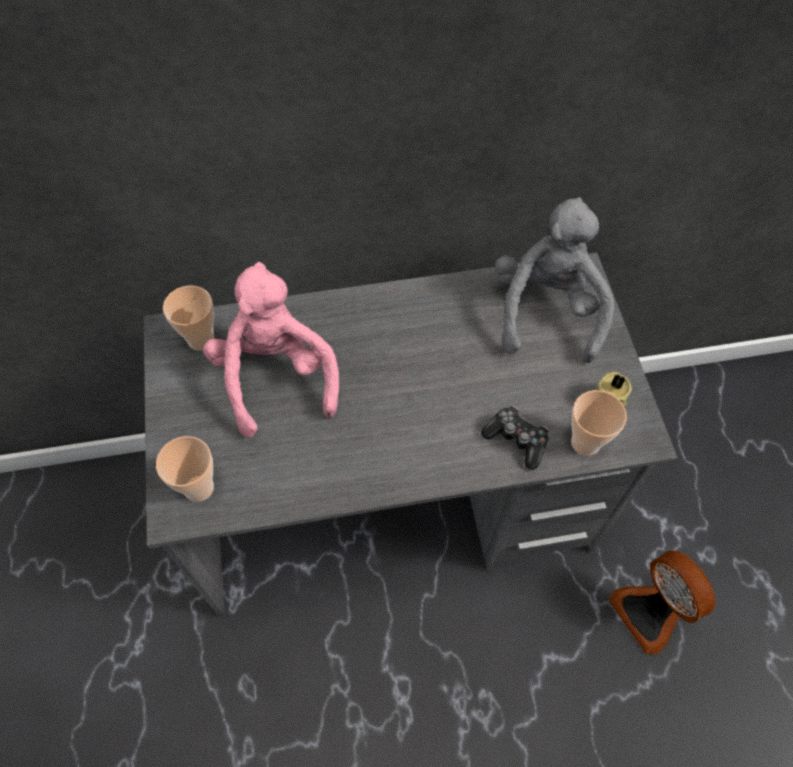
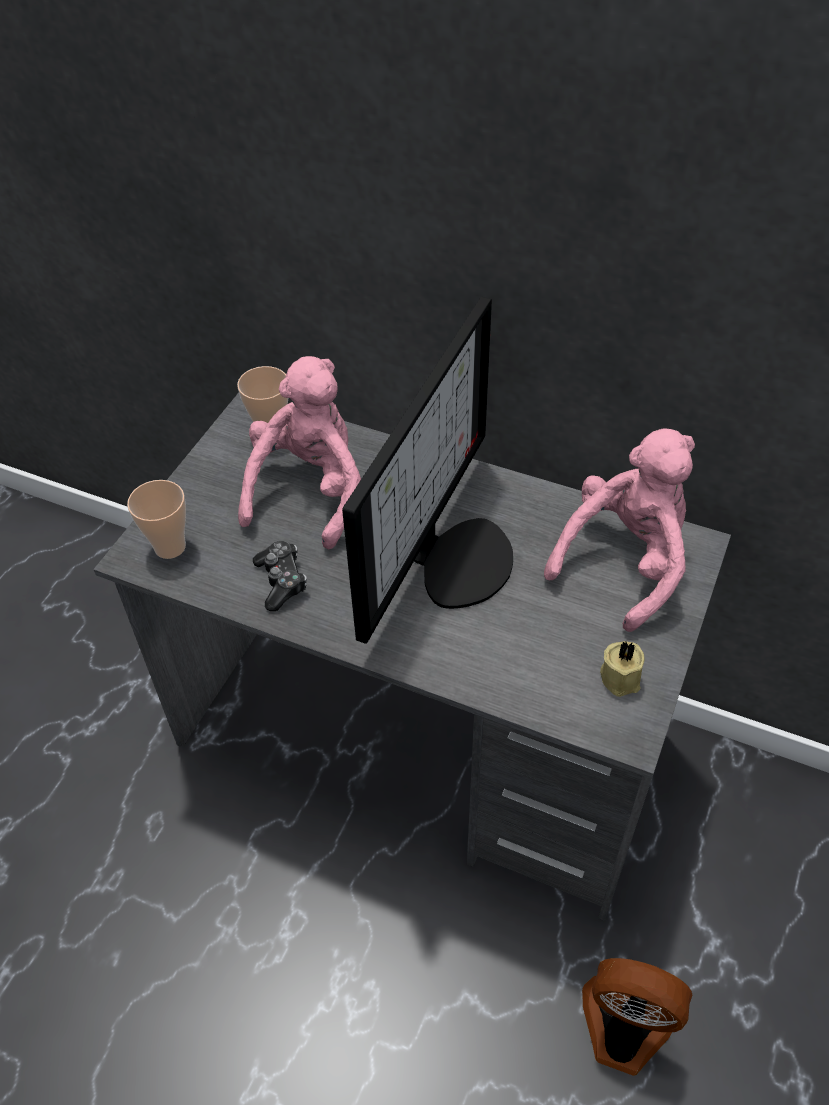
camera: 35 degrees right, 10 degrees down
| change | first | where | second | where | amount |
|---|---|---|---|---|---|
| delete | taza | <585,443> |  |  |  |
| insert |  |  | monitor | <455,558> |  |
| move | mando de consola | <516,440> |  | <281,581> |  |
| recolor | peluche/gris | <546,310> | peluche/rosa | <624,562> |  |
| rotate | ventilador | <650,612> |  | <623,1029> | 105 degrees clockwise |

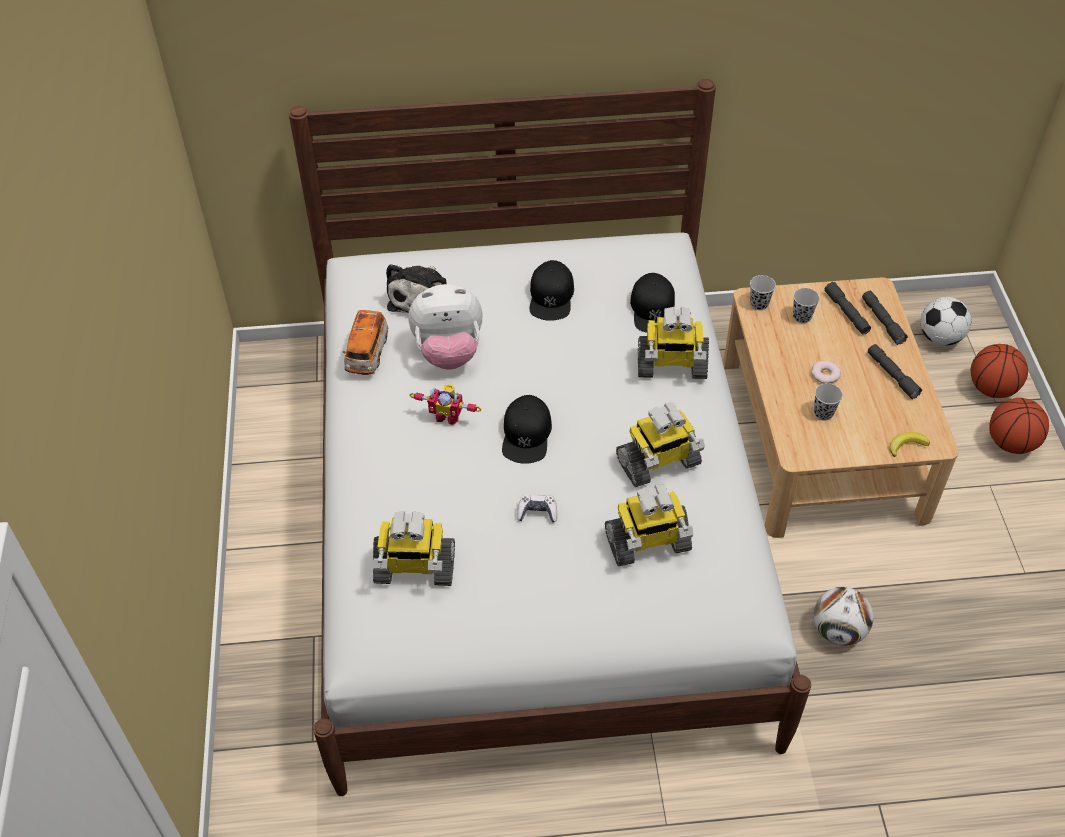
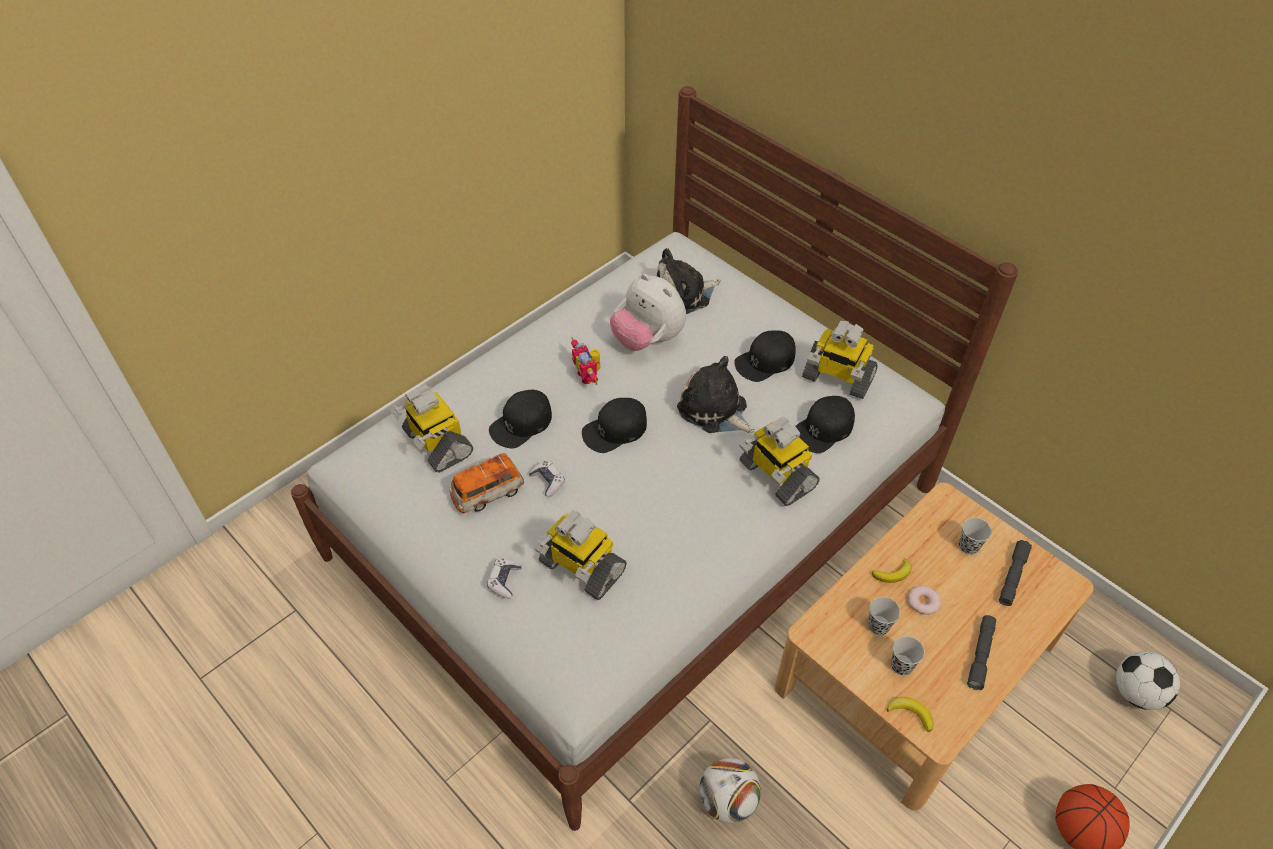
camera: 50 degrees right, 0 degrees up
| change | first | where | second | where | amount |
|---|---|---|---|---|---|
| delete | linterna/gris | <882,321> |  |  |  |
| delete | balón de baloncesto | <992,389> |  |  |  |
| insert |  |  | mando de consola | <504,581> |  |
| insert |  |  | gorra/negro | <521,423> |  |
| insert |  |  | peluche | <715,410> |  |
| insert |  |  | plátano | <893,573> |  |
| move | coche de juguete | <367,353> |  | <487,493> |  |
| move | robot de juguete | <658,463> |  | <837,378> |  |
| move | taza/negro | <759,304> |  | <901,665> |  |

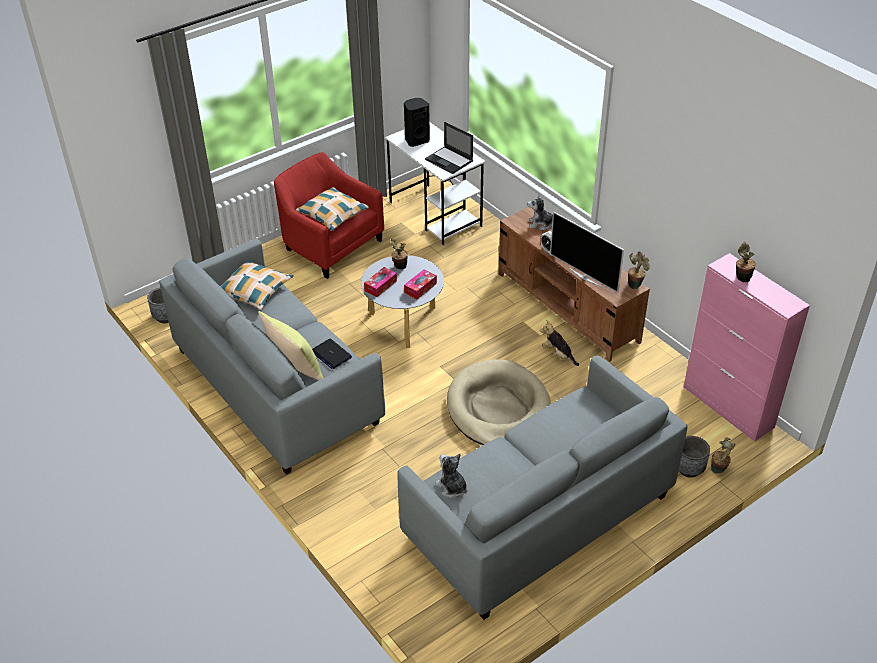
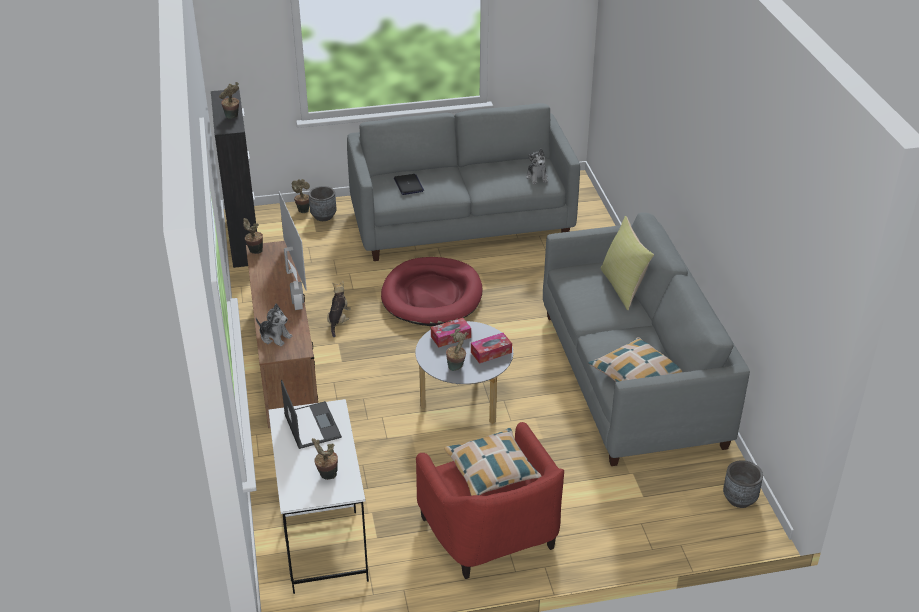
camera: 155 degrees left, 5 degrees down
| change | first | where | second | where | amount |
|---|---|---|---|---|---|
| move | portátil | <331,354> |  | <408,185> |  |
| replace | altavoz/negro | <416,140> | planta en maceta | <326,475> |  |
| recolor | cama para perro/beis | <499,409> | cama para perro/rojo | <432,296> |  |
| recolor | armario/rosa | <728,407> | armario/negro | <244,241> |  |
| rotate | peluche | <558,354> |  | <338,321> | 150 degrees counterclockwise |

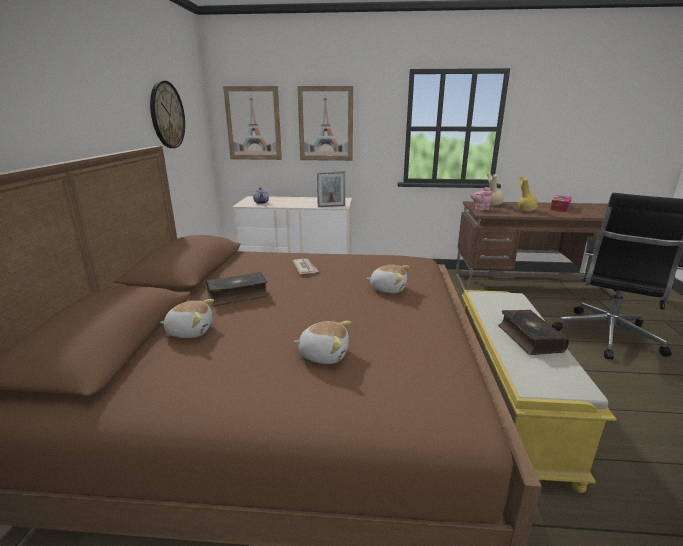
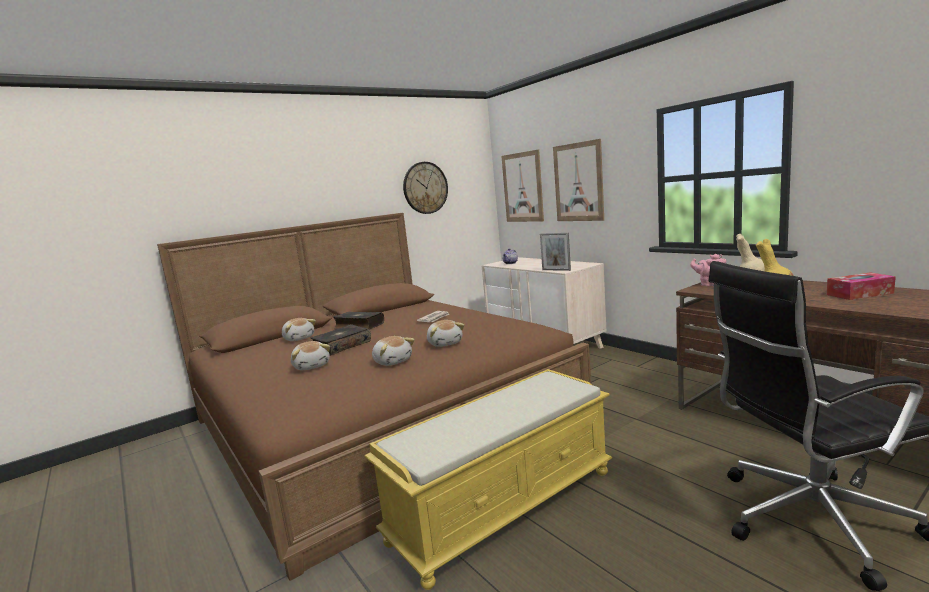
camera: 50 degrees right, 10 degrees down
| change | first | where | second | where | amount |
|---|---|---|---|---|---|
| insert |  |  | peluche | <393,361> |  |
| move | libro | <528,338> |  | <341,346> |  |

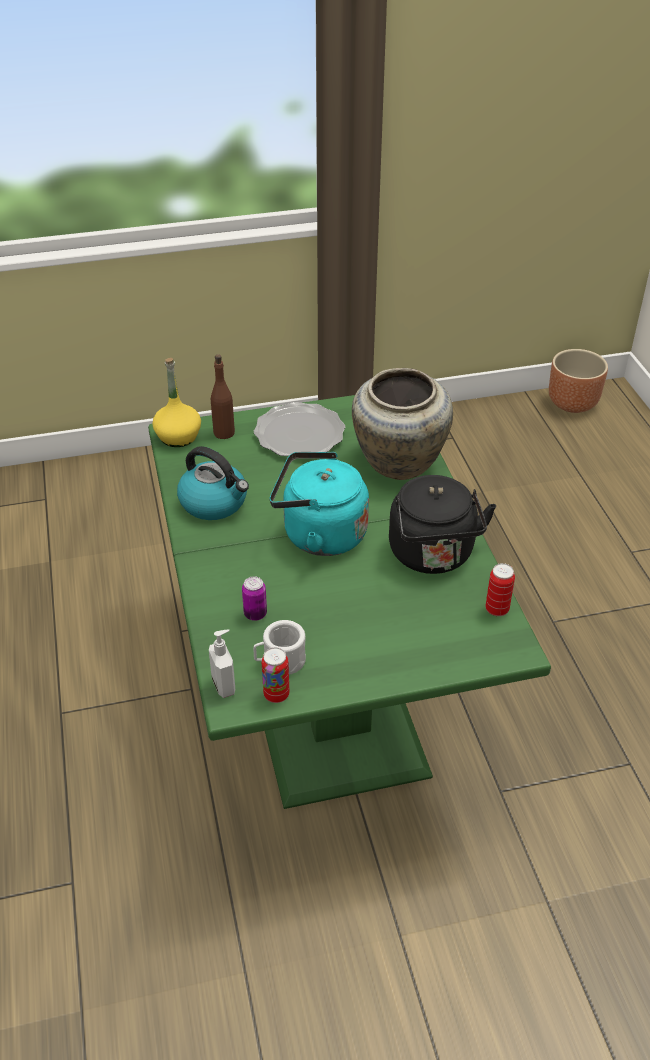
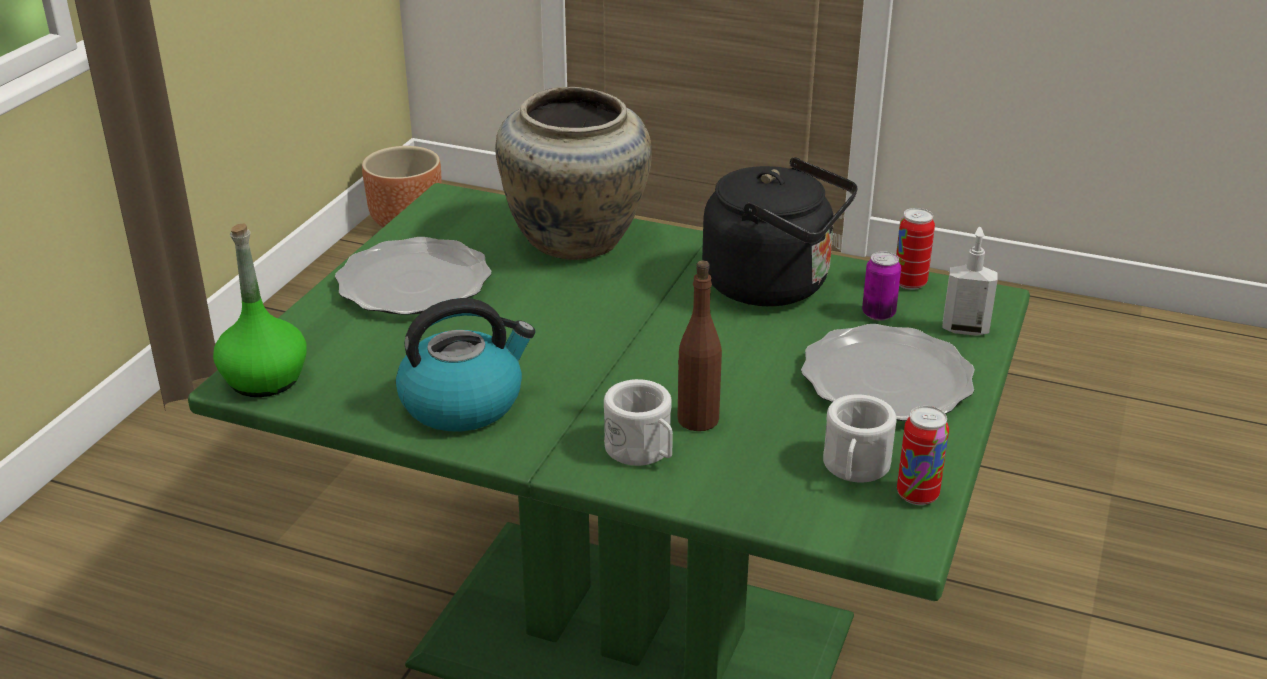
camera: 55 degrees left, 10 degrees down
| change | first | where | second | where | amount |
|---|---|---|---|---|---|
| delete | hervidor/turquesa | <319,534> |  |  |  |
| insert |  |  | taza grande/blanco | <643,451> |  |
| insert |  |  | plato | <887,379> |  |
| move | dispensador de jabón | <224,685> |  | <965,329> |  |
| move | botella/marrón | <224,432> |  | <697,419> |  |
| move | lata | <255,614> |  | <878,314> |  |
| recolor | botella/amarillo | <178,436> | botella/verde | <264,379> |  |

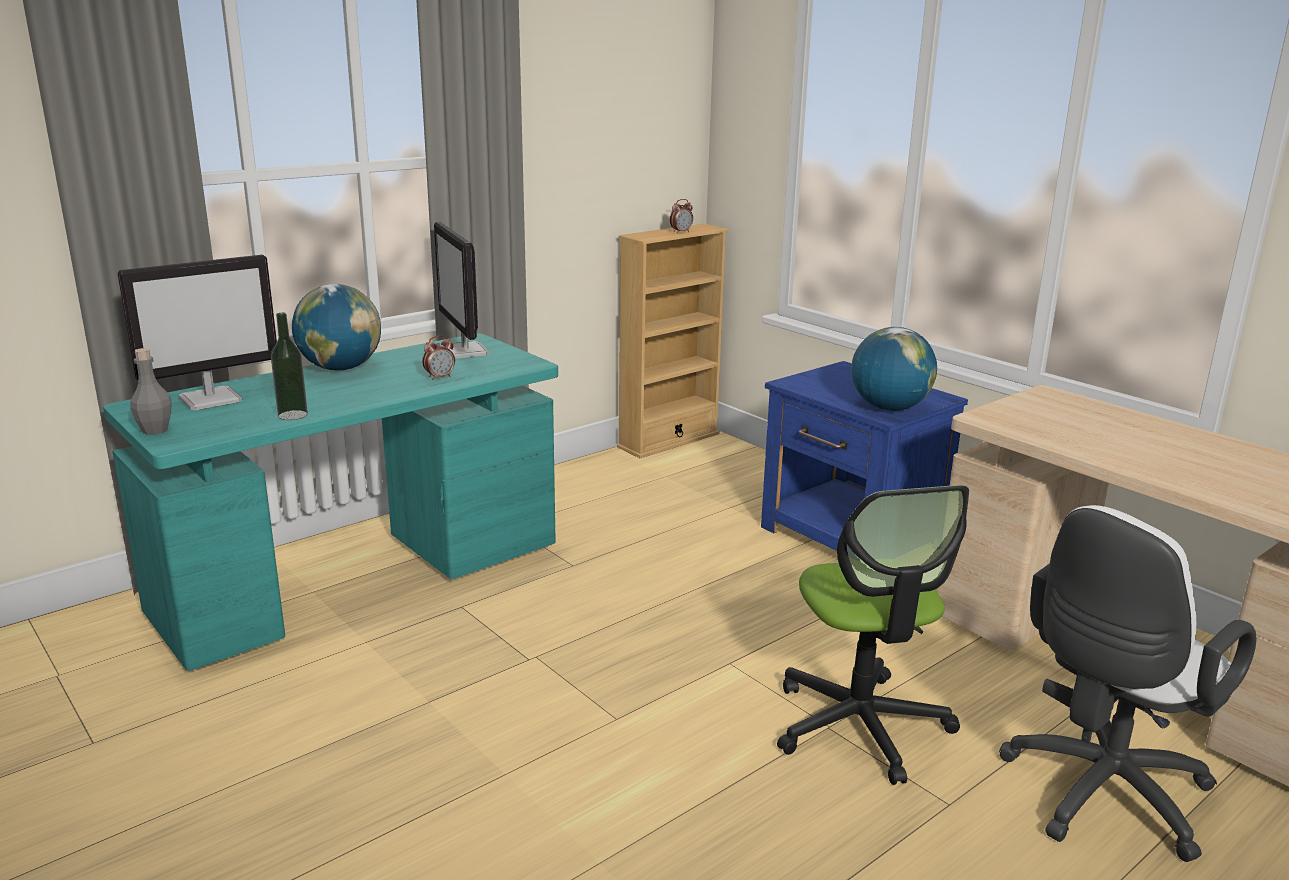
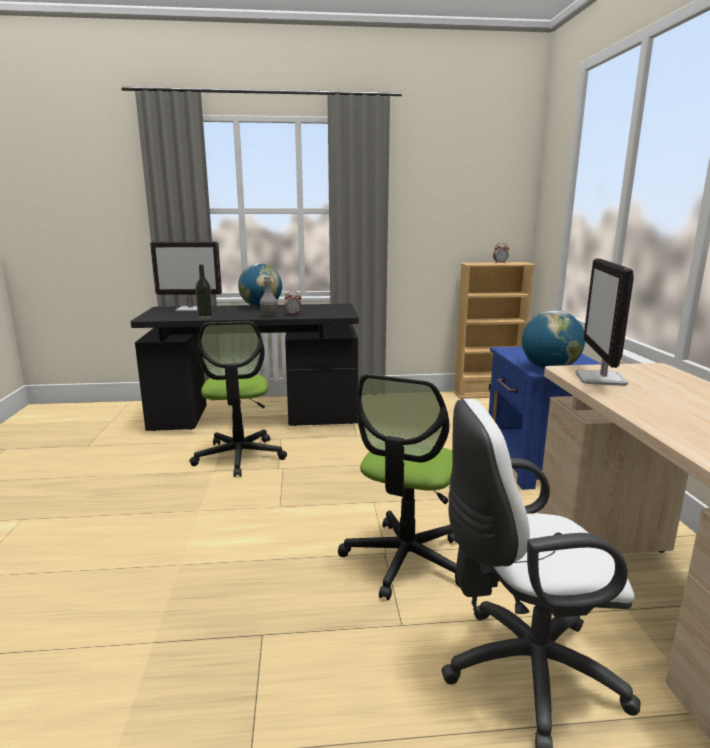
camera: 35 degrees right, 5 degrees down
| change | first | where | second | where | amount |
|---|---|---|---|---|---|
| insert |  |  | silla de oficina | <239,456> |  |
| move | botella/gris | <155,430> |  | <269,316> |  |
| move | monitor | <463,352> |  | <601,379> |  |
| recolor | escritorio/turquesa | <363,580> | escritorio/negro | <256,418> |  |

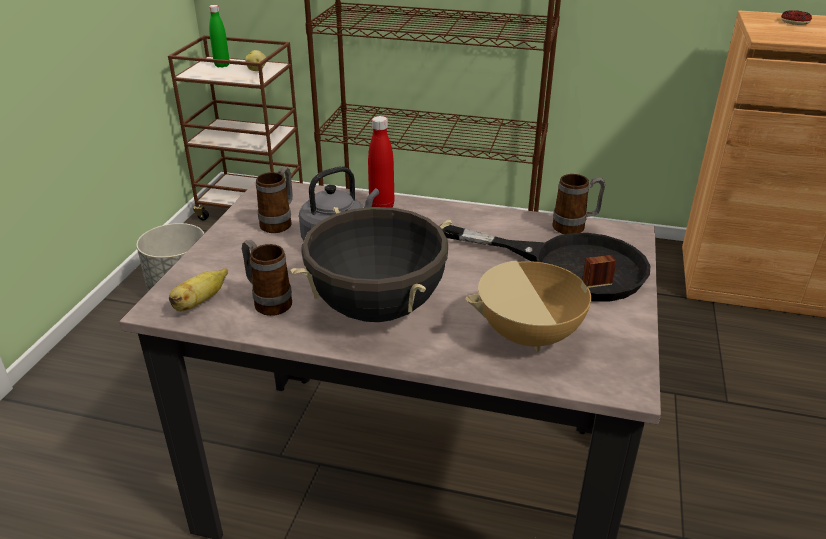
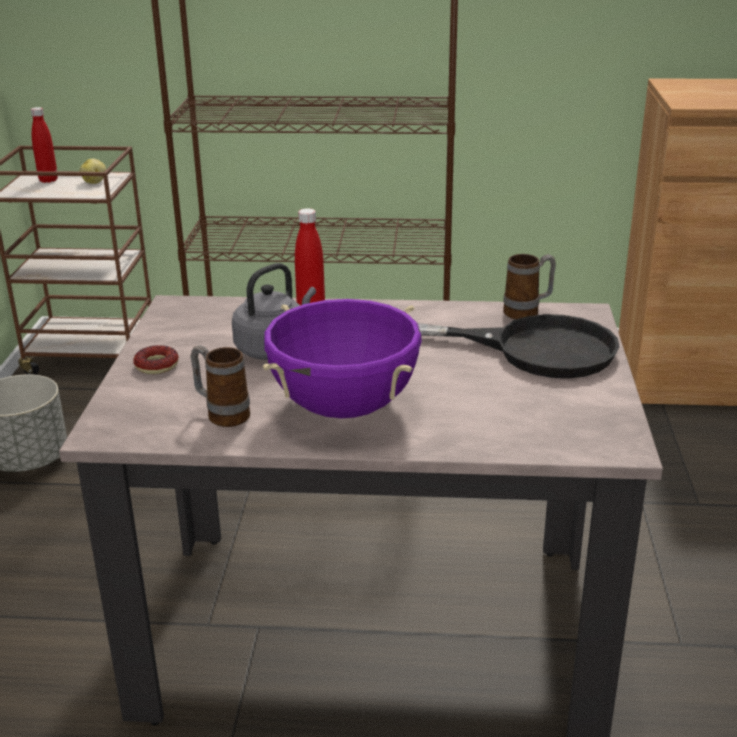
camera: 10 degrees left, 5 degrees down
| change | first | where | second | where | amount |
|---|---|---|---|---|---|
| delete | plátano | <200,302> |  |  |  |
| delete | taza grande | <280,222> |  |  |  |
| delete | olla/beis | <531,336> |  |  |  |
| move | rosquilla | <795,22> |  | <157,365> |  |
| recolor | botella/verde | <222,65> | botella/rojo | <48,180> |  |
| recolor | olla/negro | <377,308> | olla/morado | <344,407> |  |

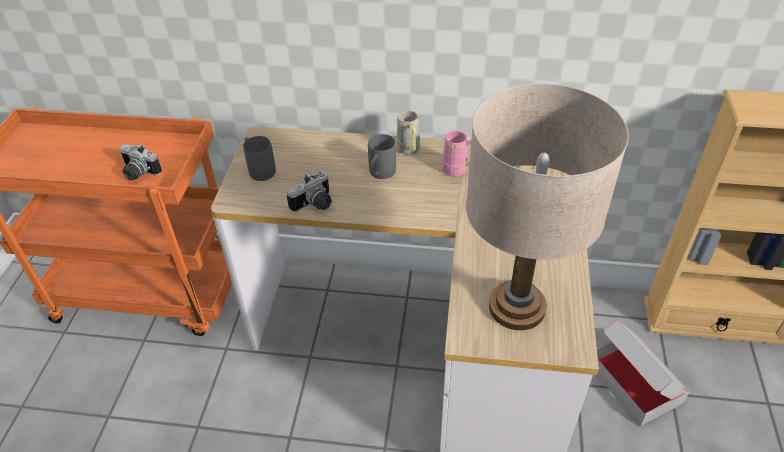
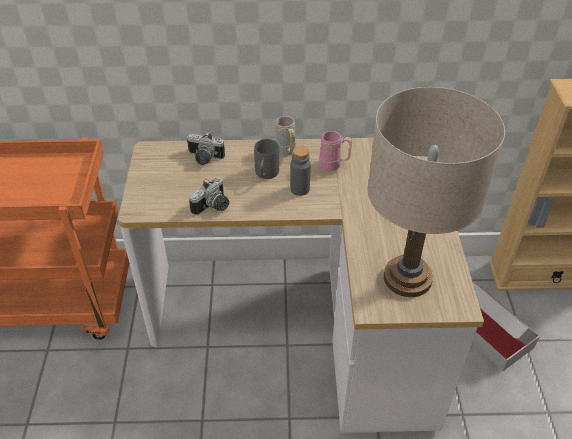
camera: 10 degrees left, 0 degrees up
| change | first | where | second | where | amount |
|---|---|---|---|---|---|
| delete | taza grande/gris | <259,169> |  |  |  |
| insert |  |  | botella/gris | <300,189> |  |
| move | cámara | <138,173> |  | <204,158> |  |

